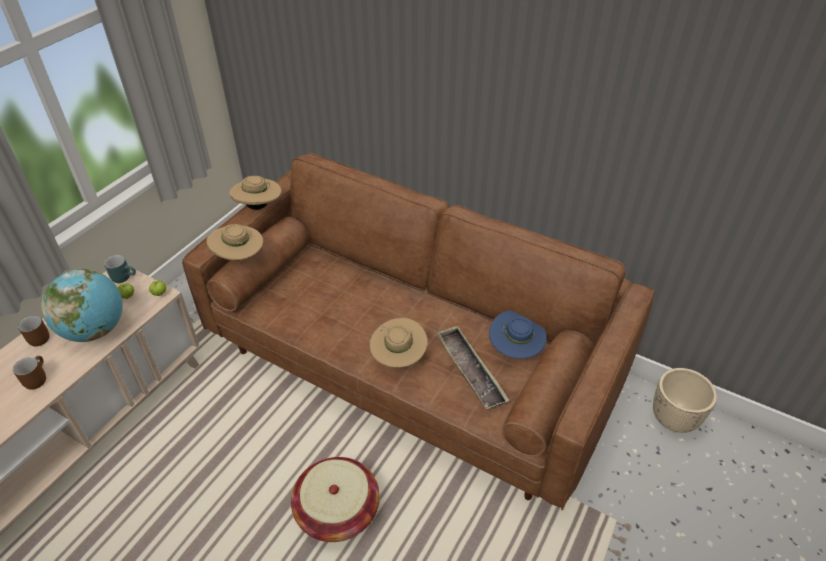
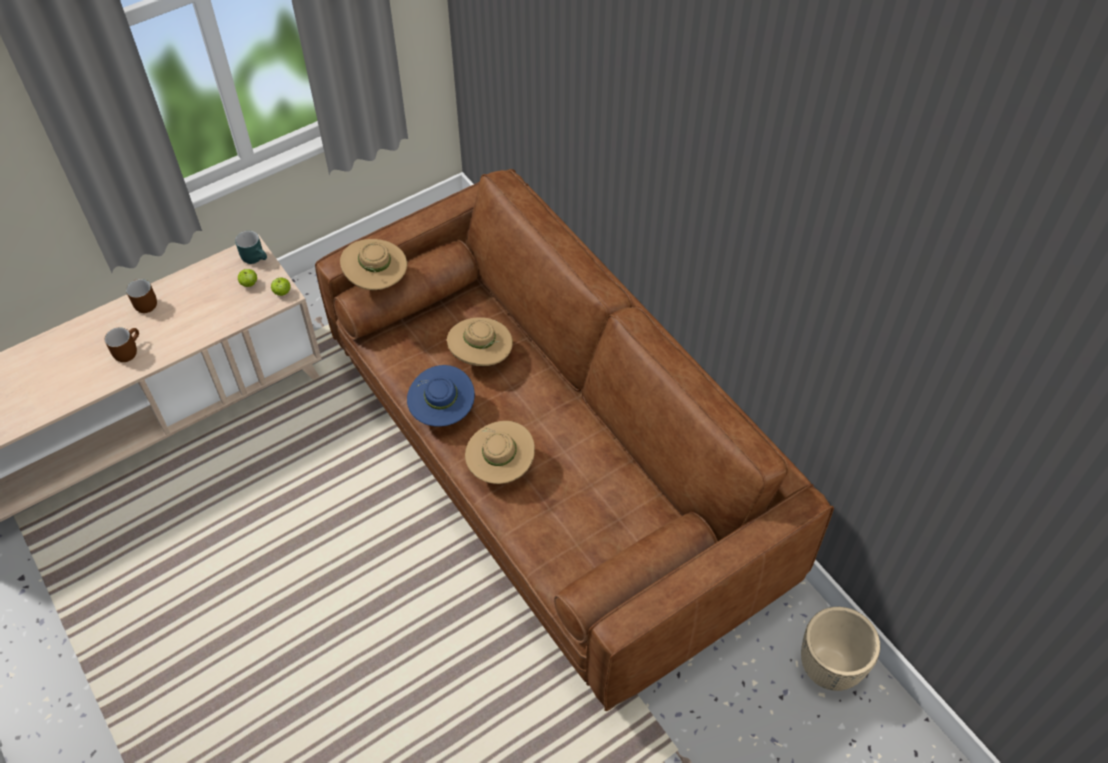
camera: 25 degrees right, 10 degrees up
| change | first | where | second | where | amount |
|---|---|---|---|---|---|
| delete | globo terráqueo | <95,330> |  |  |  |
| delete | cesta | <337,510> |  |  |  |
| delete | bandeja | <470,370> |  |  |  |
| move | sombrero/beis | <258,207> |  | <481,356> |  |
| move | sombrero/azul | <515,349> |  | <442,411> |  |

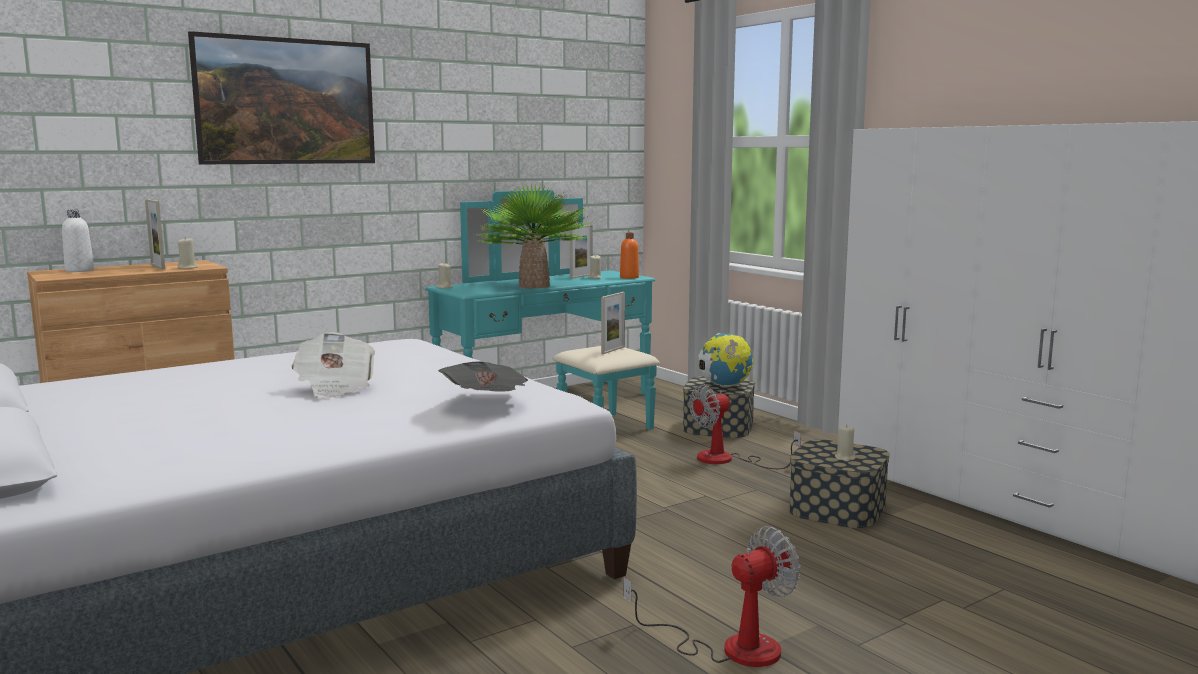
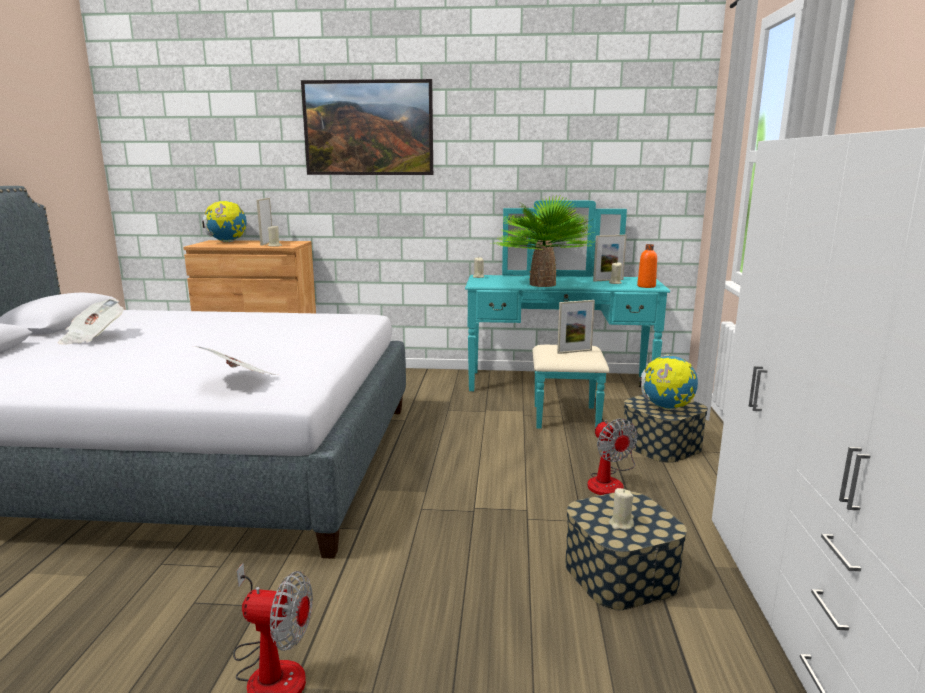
camera: 40 degrees right, 5 degrees up
| change | first | where | second | where | amount |
|---|---|---|---|---|---|
| move | periódico | <335,387> |  | <93,338> |  |
| replace | botella/blanco | <79,270> | globo terráqueo | <227,242> |  |
| rotate | ventilador | <727,460> |  | <609,481> | 120 degrees counterclockwise |

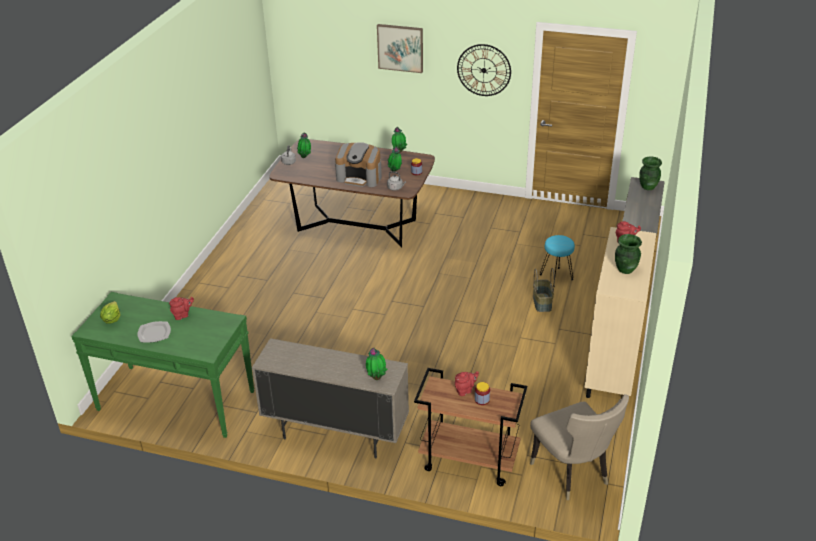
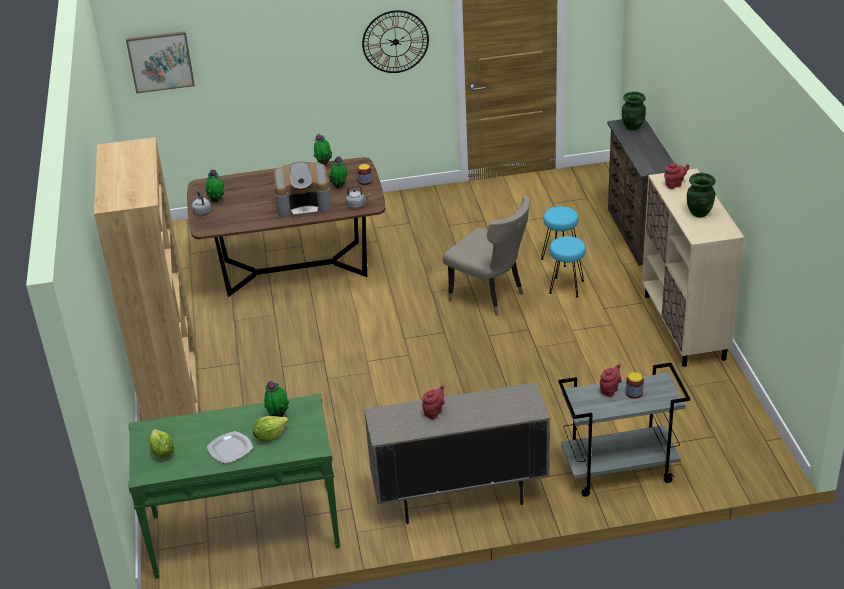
camera: 25 degrees left, 0 degrees up
| change | first | where | second | where | amount |
|---|---|---|---|---|---|
| insert |  |  | estantería/marrón | <173,395> |  |
| insert |  |  | lechuga | <270,436> |  |
| move | tetera/rojo | <183,315> |  | <434,412> |  |
| move | planta en maceta | <376,377> |  | <278,415> |  |
| move | cuadro | <400,48> |  | <160,61> |  |
| move | silla/beis | <573,474> |  | <490,296> |  |
| replace | cesta | <542,303> | taburete/turquesa | <567,287> |  |
| recolor | carrito/marrón | <468,461> | carrito/gris | <618,471> |  |

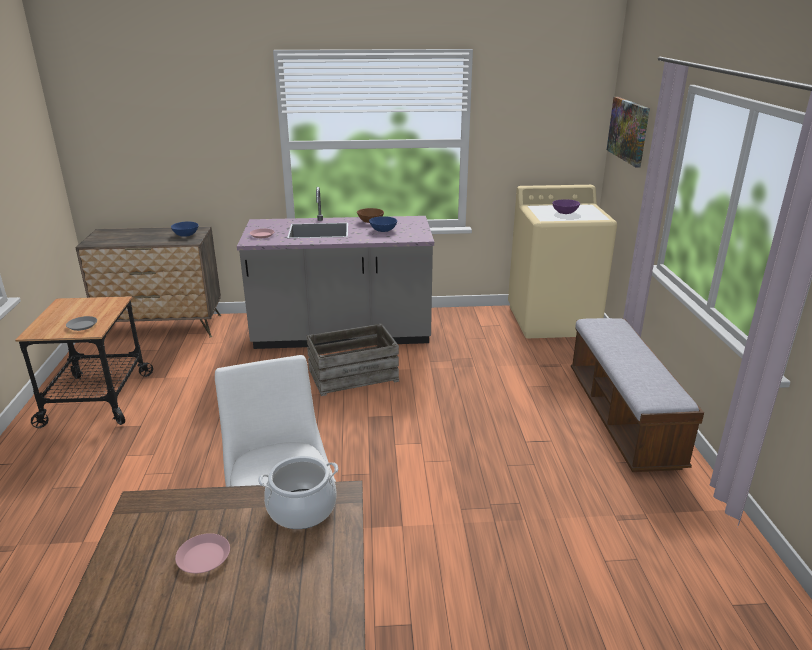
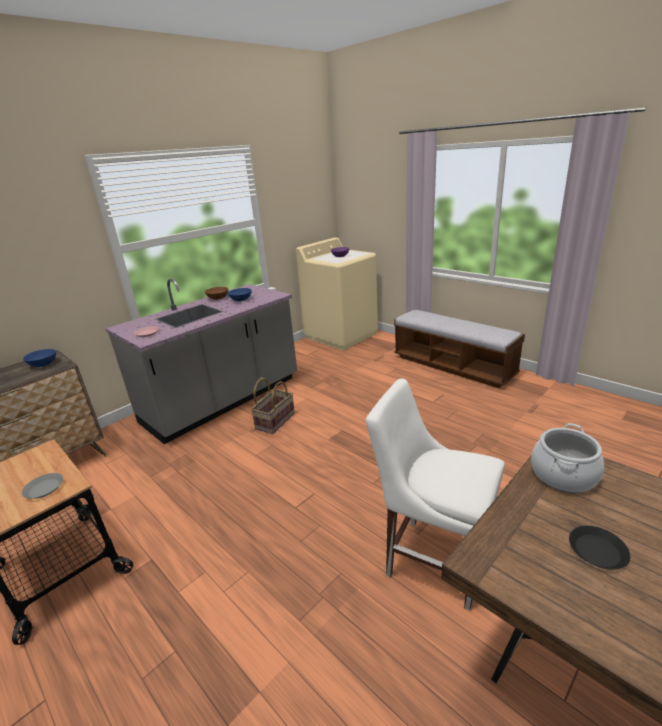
camera: 40 degrees left, 0 degrees up
| change | first | where | second | where | amount |
|---|---|---|---|---|---|
| delete | cuadro | <628,130> |  |  |  |
| replace | caja de embalaje | <353,375> | cesta | <275,421> |  |
| recolor | plato/rosa | <203,558> | plato/negro | <597,551> |  |

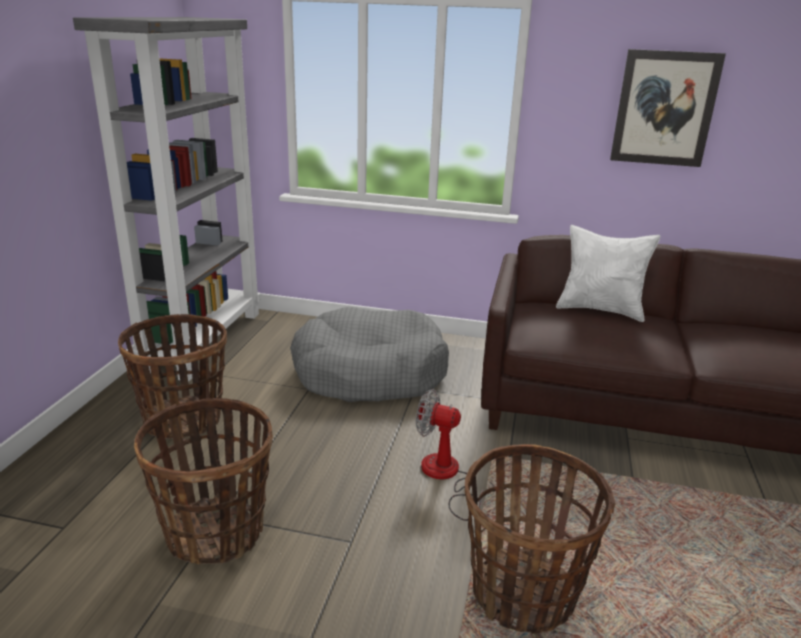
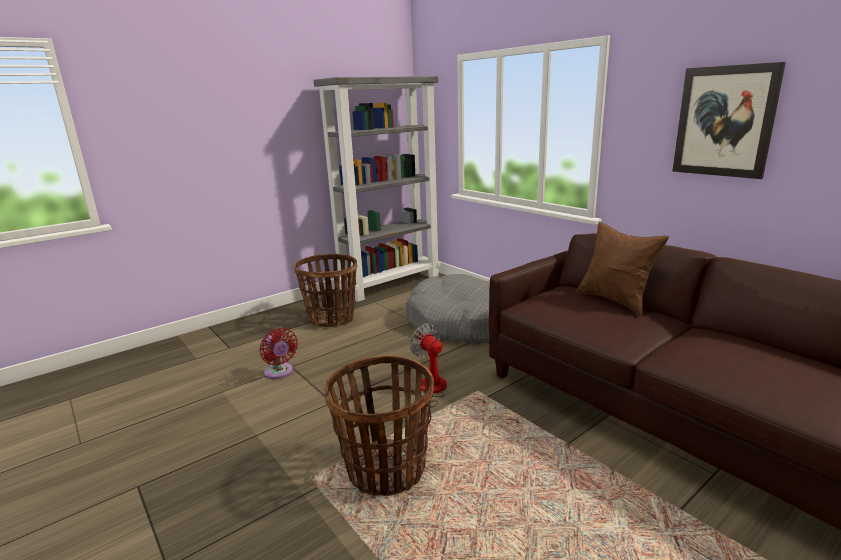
camera: 40 degrees right, 5 degrees down
| change | first | where | second | where | amount |
|---|---|---|---|---|---|
| replace | cesta | <216,533> | ventilador/rojo | <279,373> |  |
| recolor | cojín/blanco | <600,309> | cojín/marrón | <615,300> |  |

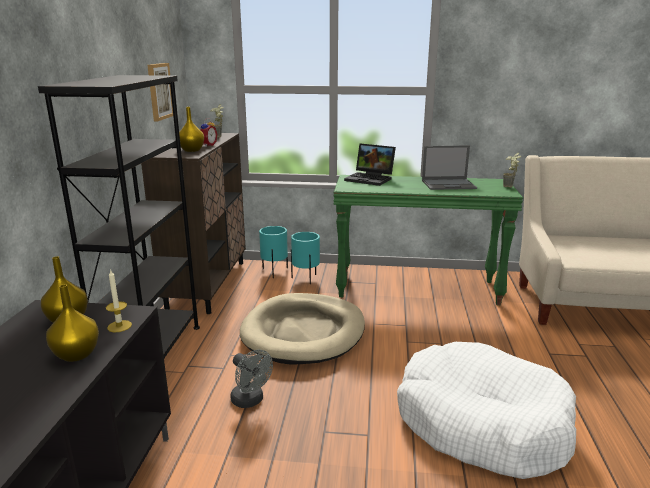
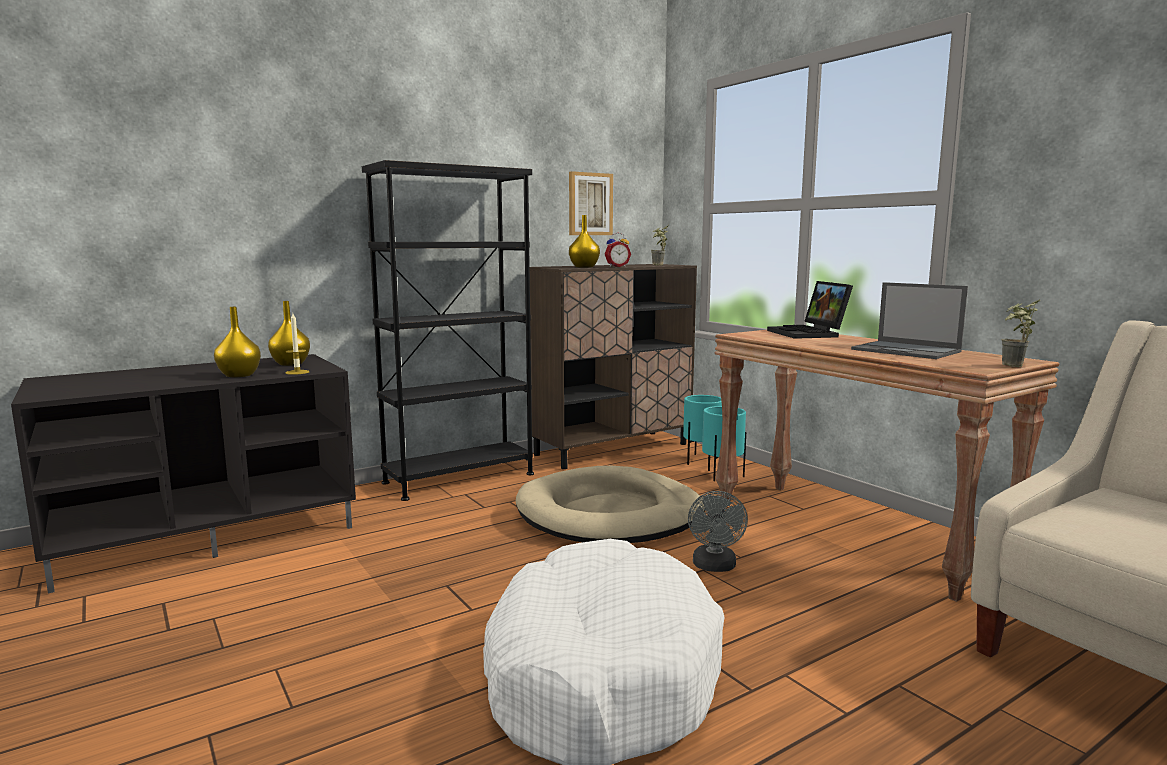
camera: 50 degrees right, 10 degrees down
| change | first | where | second | where | amount |
|---|---|---|---|---|---|
| move | ventilador/gris | <250,401> |  | <715,567> |  |
| recolor | mesa consola/verde | <417,288> | mesa consola/marrón | <853,534> |  |

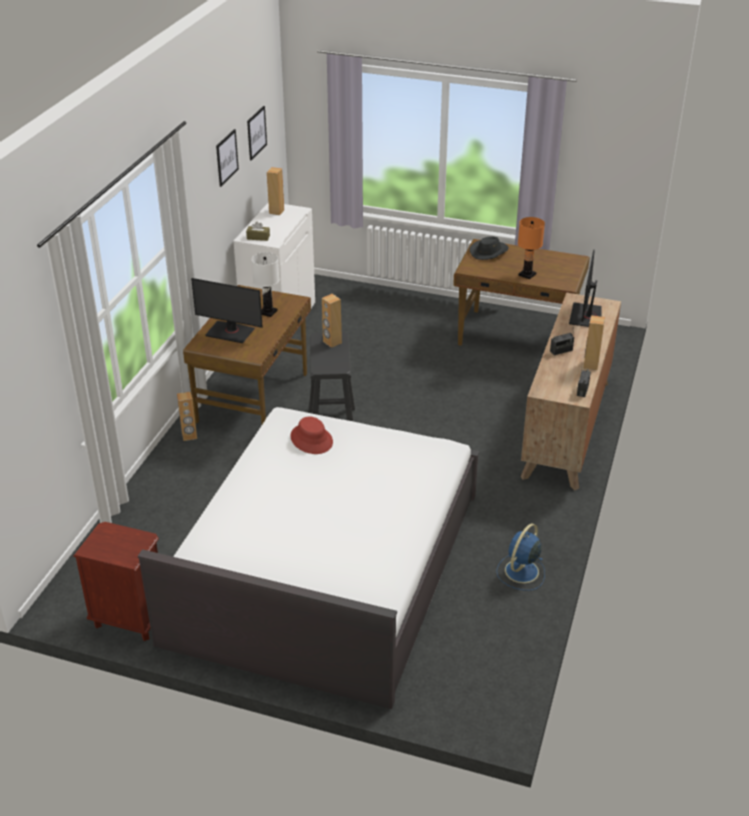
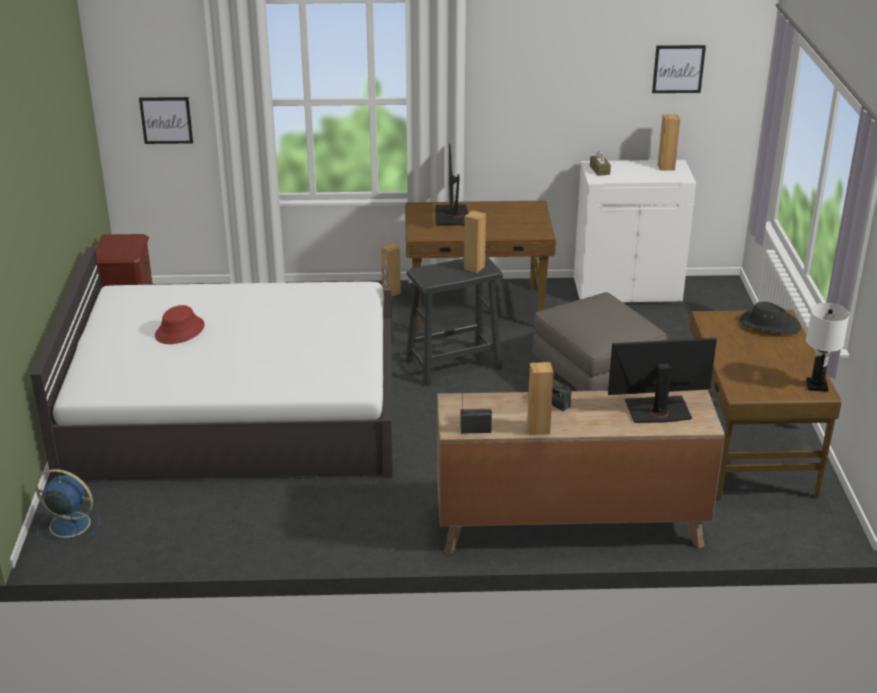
camera: 70 degrees right, 5 degrees down
| change | first | where | second | where | amount |
|---|---|---|---|---|---|
| delete | lámpara de mesa/naranja | <527,274> |  |  |  |
| insert |  |  | puf/gris | <596,377> |  |
| move | cuadro | <227,157> |  | <166,120> |  |
| move | lámpara de mesa/blanco | <268,312> |  | <816,386> |  |
| move | sombrero/rojo | <311,439> |  | <180,331> |  |
| move | ventilador/azul | <521,572> |  | <68,524> |  |

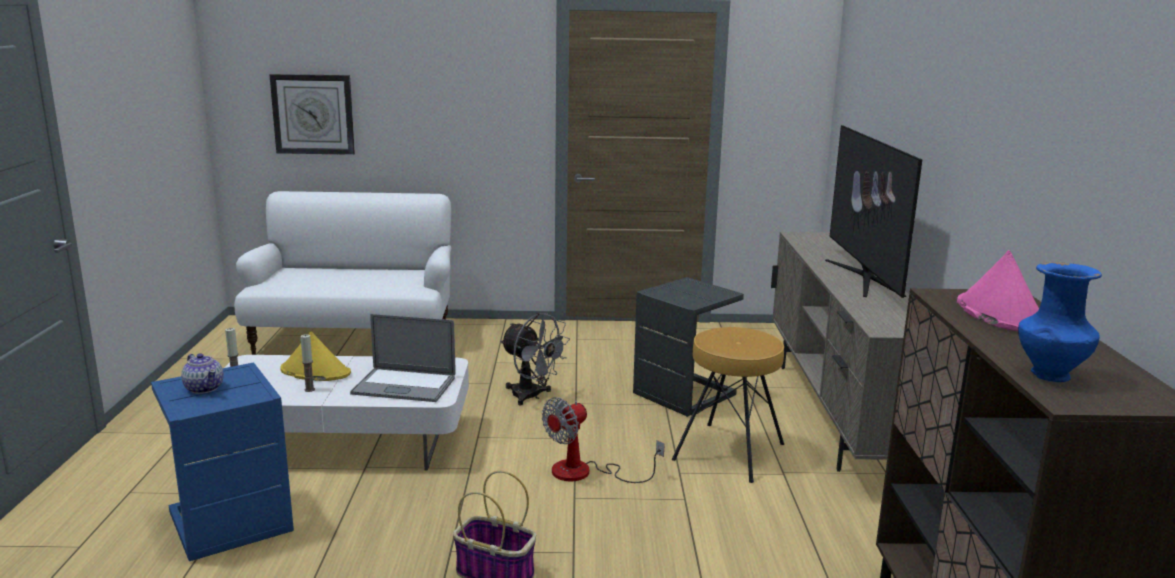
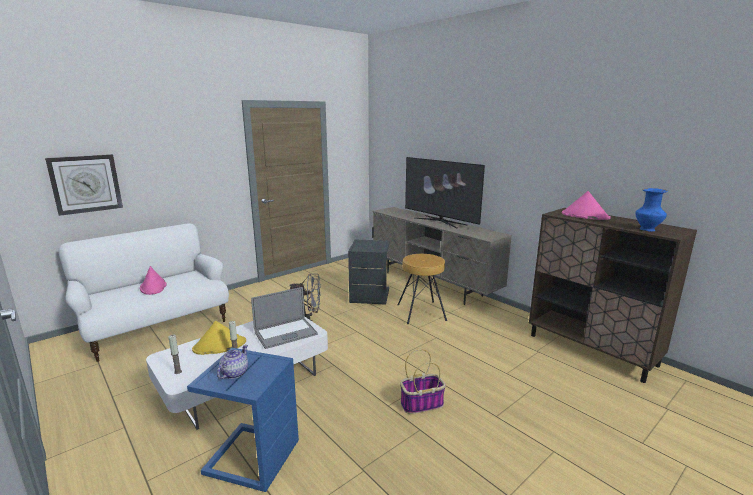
camera: 40 degrees left, 0 degrees up
| change | first | where | second | where | amount |
|---|---|---|---|---|---|
| delete | ventilador | <585,473> |  |  |  |
| insert |  |  | sombrero/rosa | <153,287> |  |
| rotate | tetera | <204,388> |  | <234,373> | 75 degrees counterclockwise |

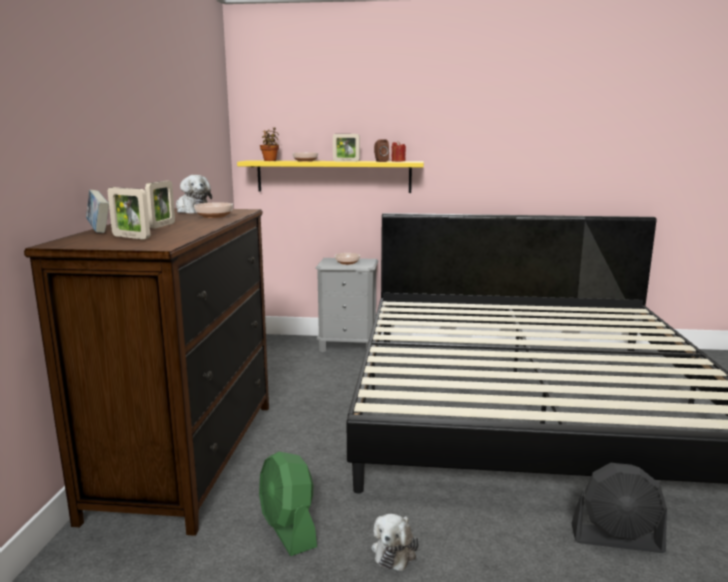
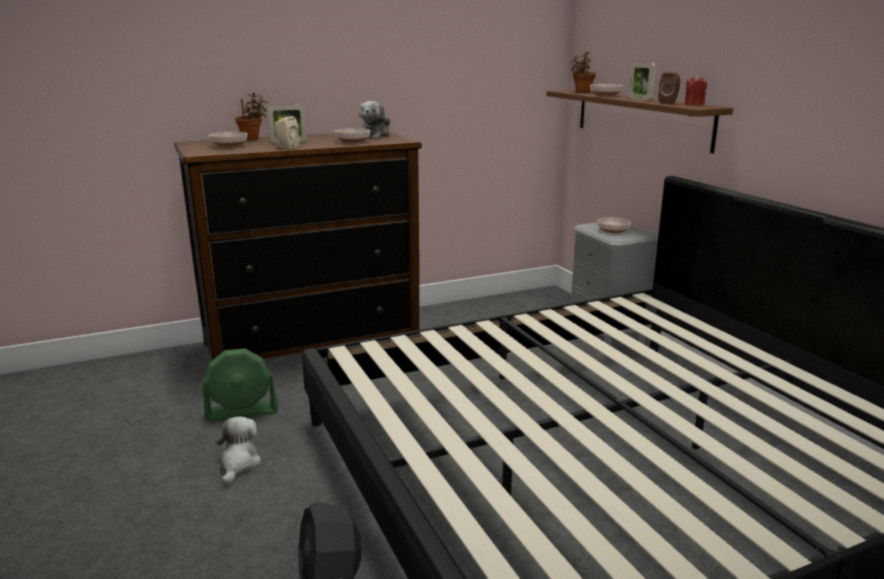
camera: 60 degrees right, 5 degrees up
| change | first | where | second | where | amount |
|---|---|---|---|---|---|
| insert |  |  | altavoz/beis | <286,147> |  |
| replace | libro | <99,230> | planta en maceta | <252,138> |  |
| replace | portarretratos | <131,237> | cuenco | <229,145> |  |
| recolor | estante/amarillo | <333,176> | estante/marrón | <641,118> |  |
| rotate | ventilador/verde | <288,529> |  | <242,411> | 135 degrees counterclockwise |
| rotate | peluche | <395,550> |  | <238,464> | 105 degrees clockwise |

